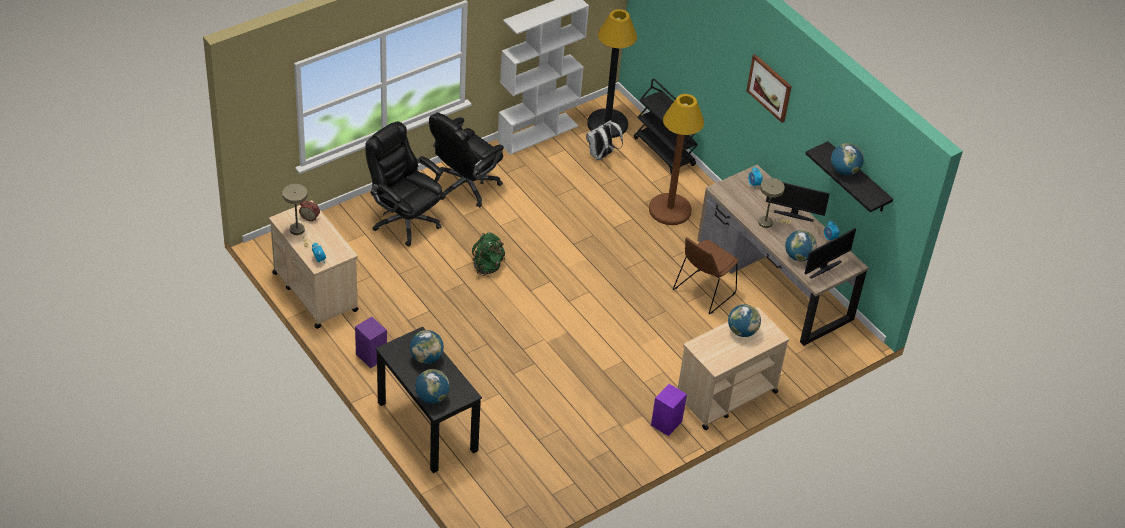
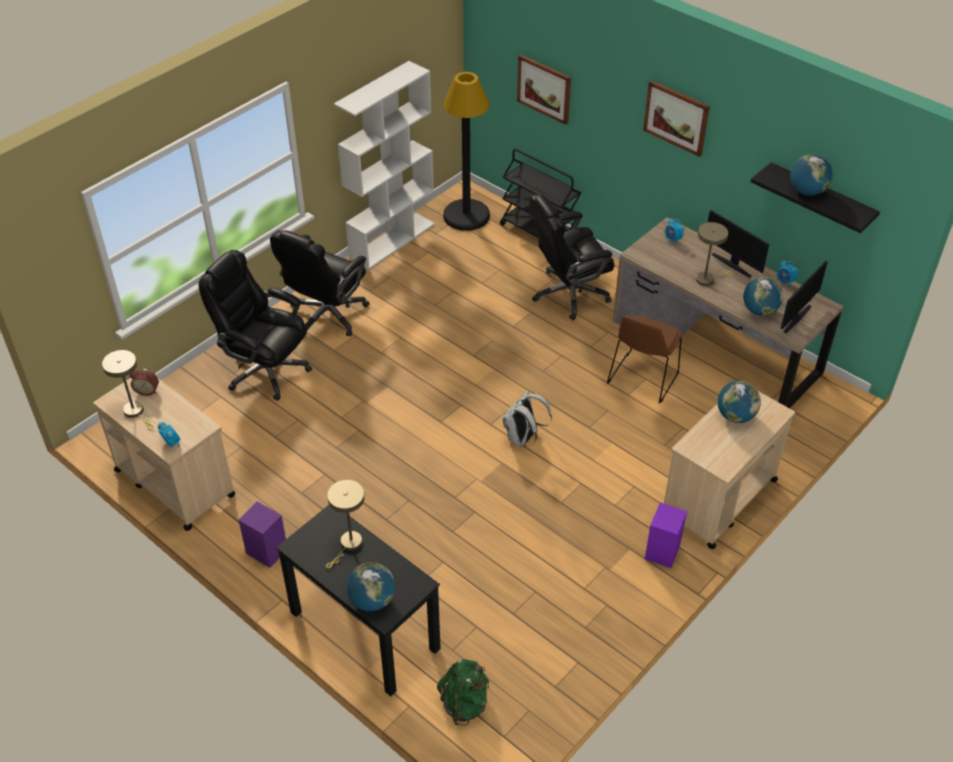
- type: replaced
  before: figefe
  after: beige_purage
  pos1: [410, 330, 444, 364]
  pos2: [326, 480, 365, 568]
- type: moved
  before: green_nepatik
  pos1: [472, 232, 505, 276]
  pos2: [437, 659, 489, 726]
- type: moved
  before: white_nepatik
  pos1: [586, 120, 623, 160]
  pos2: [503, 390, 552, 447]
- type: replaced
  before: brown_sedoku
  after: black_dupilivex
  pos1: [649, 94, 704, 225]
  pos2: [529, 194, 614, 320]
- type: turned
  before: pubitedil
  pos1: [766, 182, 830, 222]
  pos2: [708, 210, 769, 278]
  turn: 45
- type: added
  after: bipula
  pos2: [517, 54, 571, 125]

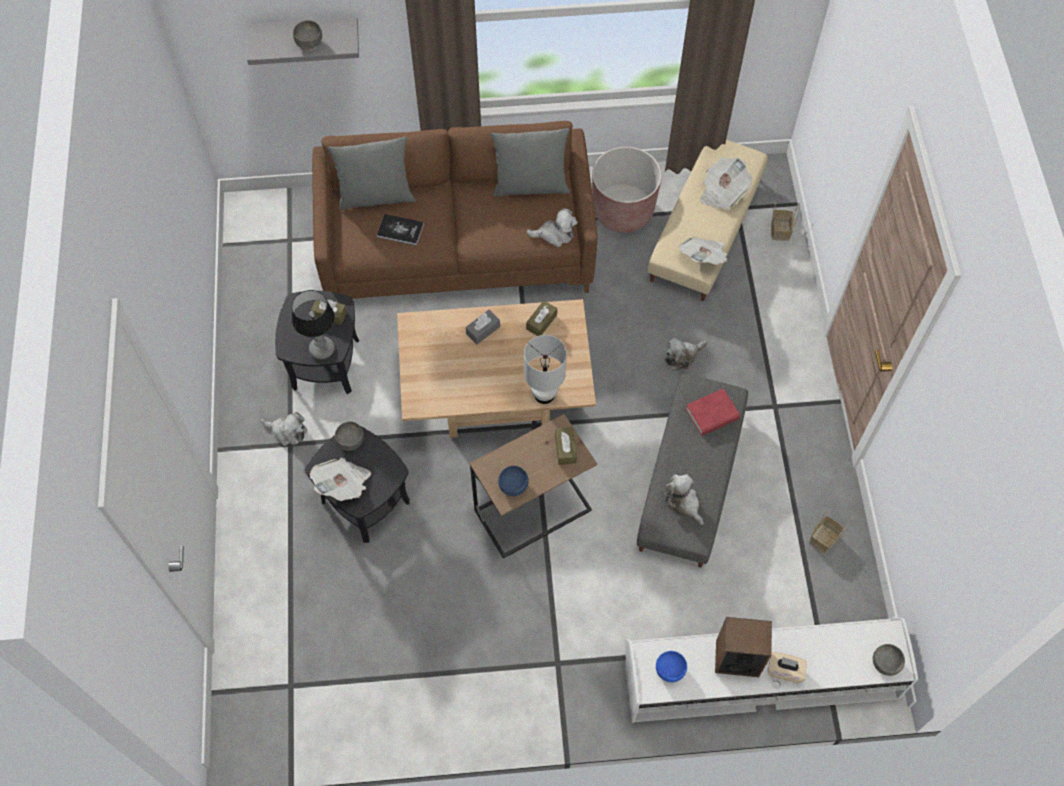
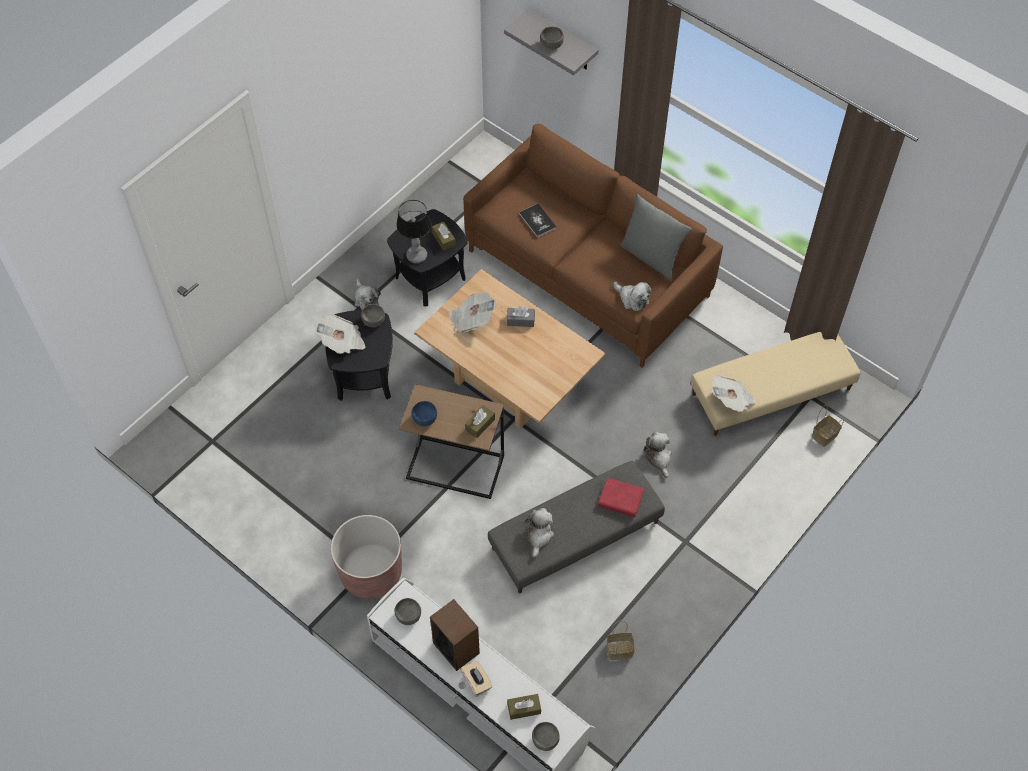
- type: removed
  before: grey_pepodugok
  pos1: [328, 137, 416, 210]
- type: removed
  before: white_purage
  pos1: [524, 335, 567, 404]
- type: moved
  before: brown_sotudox
  pos1: [526, 300, 557, 336]
  pos2: [507, 694, 541, 720]
- type: moved
  before: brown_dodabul
  pos1: [592, 147, 662, 233]
  pos2: [331, 515, 402, 599]
- type: recoloured
  before: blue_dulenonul
  after: grey_dulenonul
  pos1: [656, 651, 687, 682]
  pos2: [395, 598, 421, 625]
- type: turned
  before: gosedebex
  pos1: [665, 338, 707, 371]
  pos2: [643, 432, 672, 478]
  turn: 60
- type: moved
  before: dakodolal
  pos1: [700, 157, 752, 211]
  pos2: [449, 292, 496, 333]

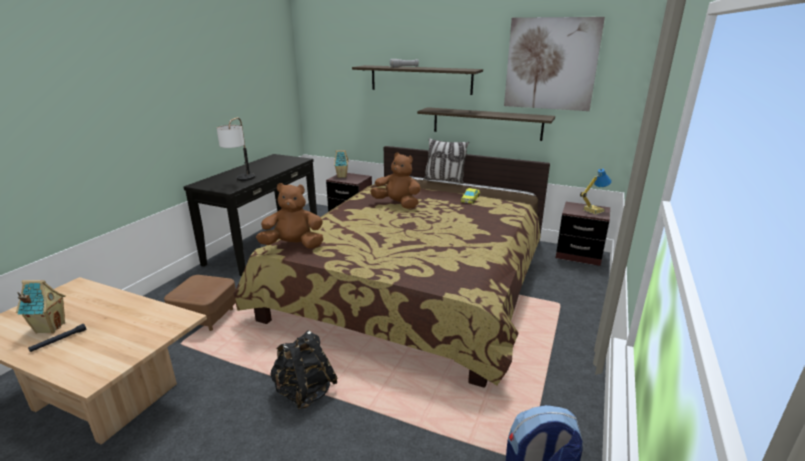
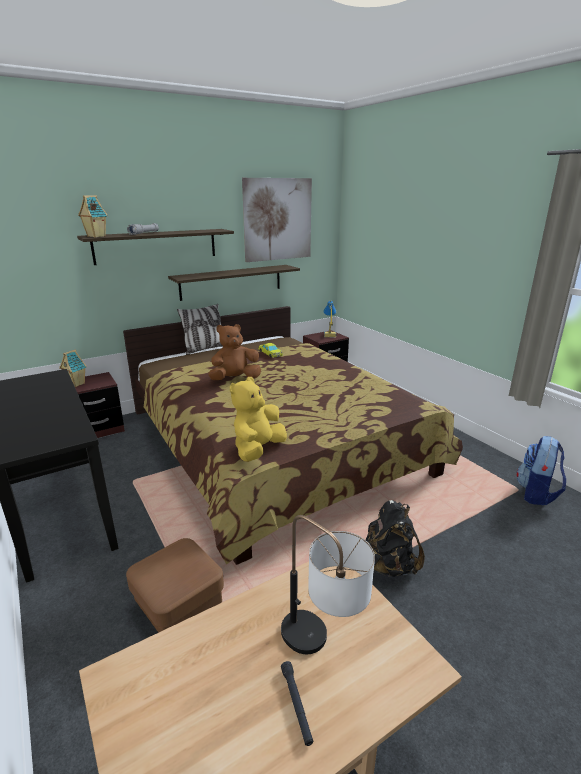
- type: moved
  before: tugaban
  pos1: [16, 280, 66, 334]
  pos2: [78, 195, 108, 237]
- type: moved
  before: purage
  pos1: [217, 117, 255, 181]
  pos2: [281, 515, 375, 654]
- type: recoloured
  before: brown_gosedebex
  after: yellow_gosedebex
  pos1: [256, 183, 324, 249]
  pos2: [230, 377, 287, 462]

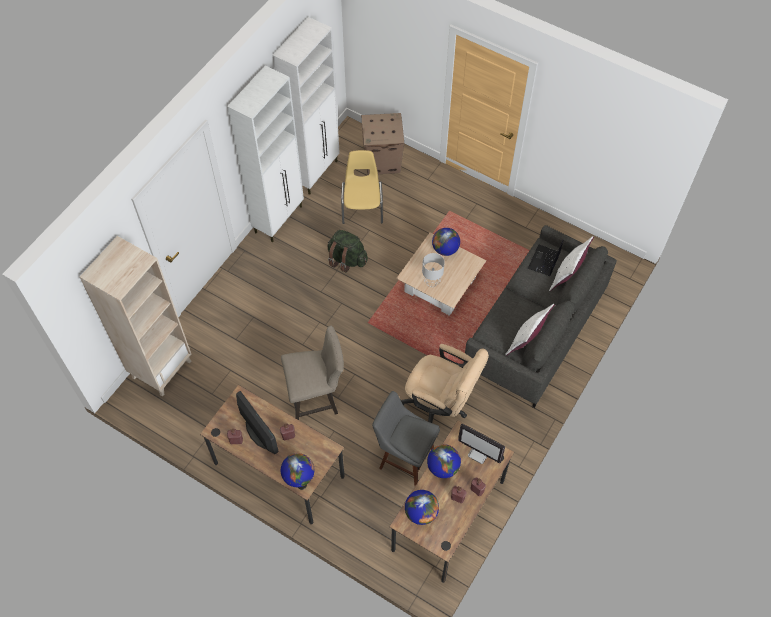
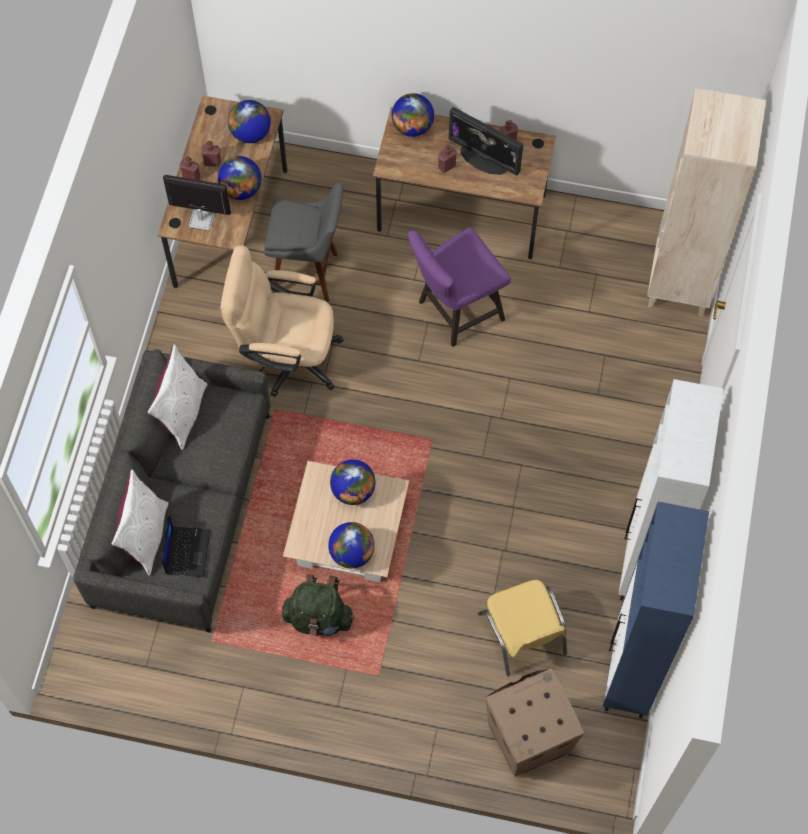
- type: recoloured
  before: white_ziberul
  after: blue_ziberul
  pos1: [272, 17, 340, 195]
  pos2: [603, 502, 709, 718]
- type: recoloured
  before: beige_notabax
  after: purple_notabax
  pos1: [281, 325, 344, 420]
  pos2: [408, 227, 511, 347]
- type: moved
  before: green_nepatik
  pos1: [328, 230, 368, 273]
  pos2: [282, 574, 355, 636]
- type: replaced
  before: grey_purage
  after: figefe
  pos1: [422, 253, 445, 287]
  pos2: [330, 459, 376, 505]

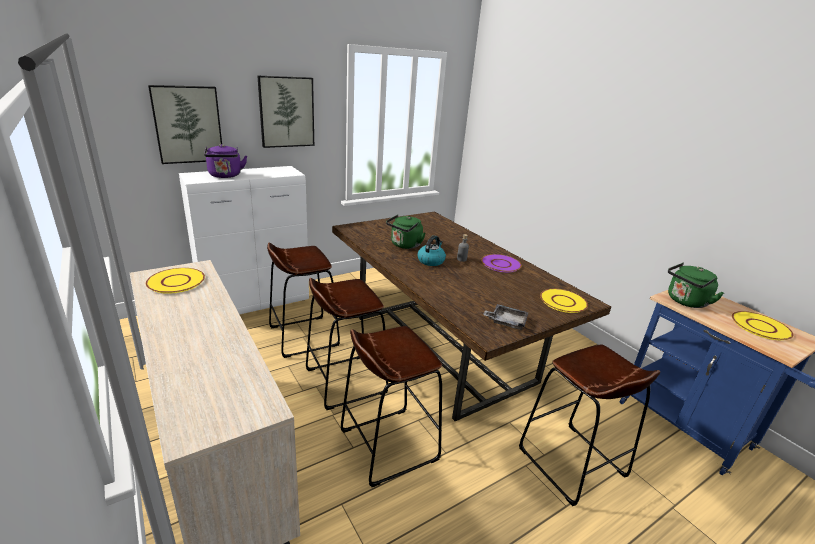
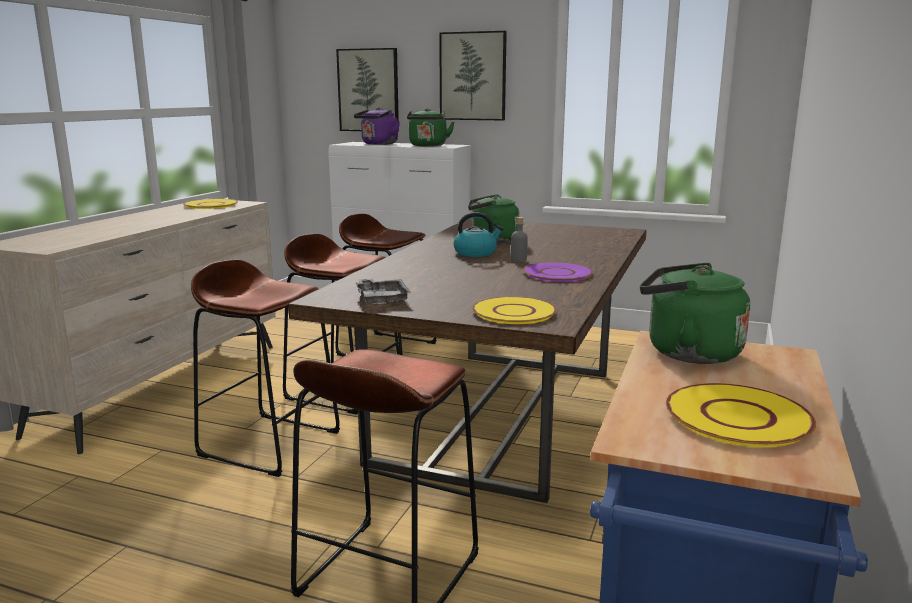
- type: added
  after: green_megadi
  pos2: [407, 108, 454, 147]

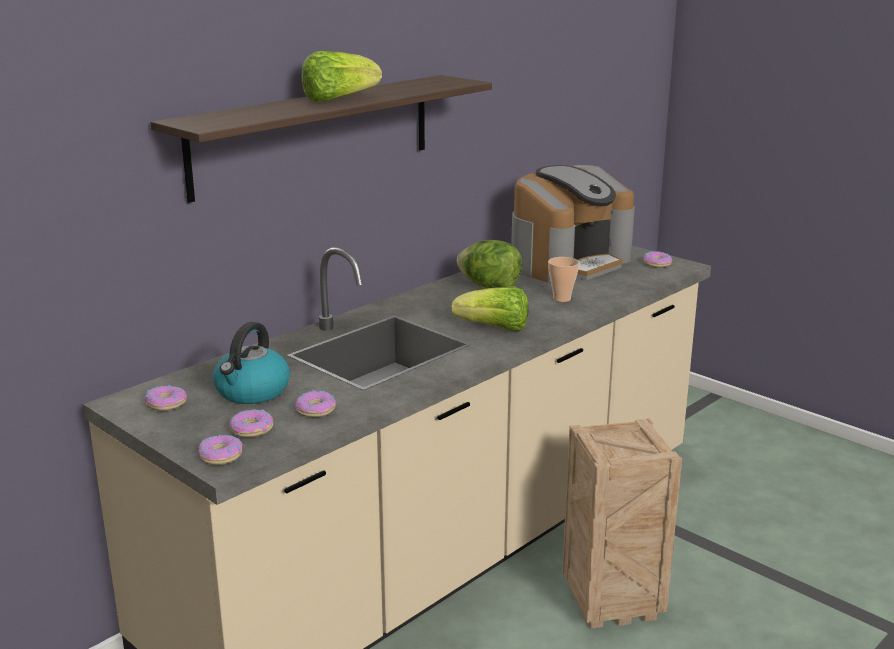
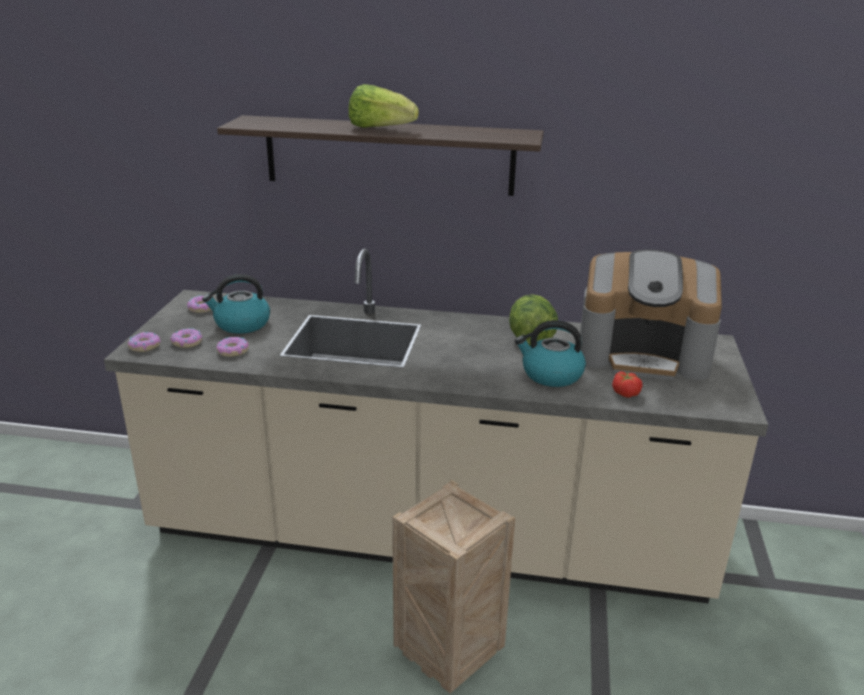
- type: removed
  before: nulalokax
  pos1: [451, 286, 529, 331]
- type: replaced
  before: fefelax
  after: megadi
  pos1: [548, 257, 579, 302]
  pos2: [515, 320, 586, 387]
- type: removed
  before: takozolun
  pos1: [644, 251, 672, 268]
- type: added
  after: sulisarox
  pos2: [612, 371, 642, 398]

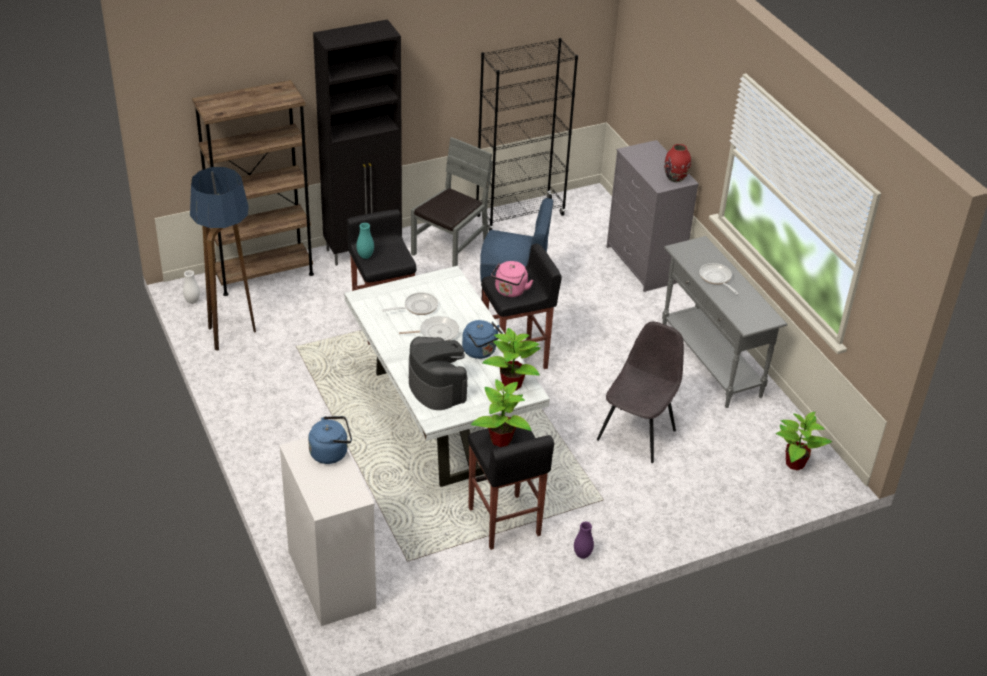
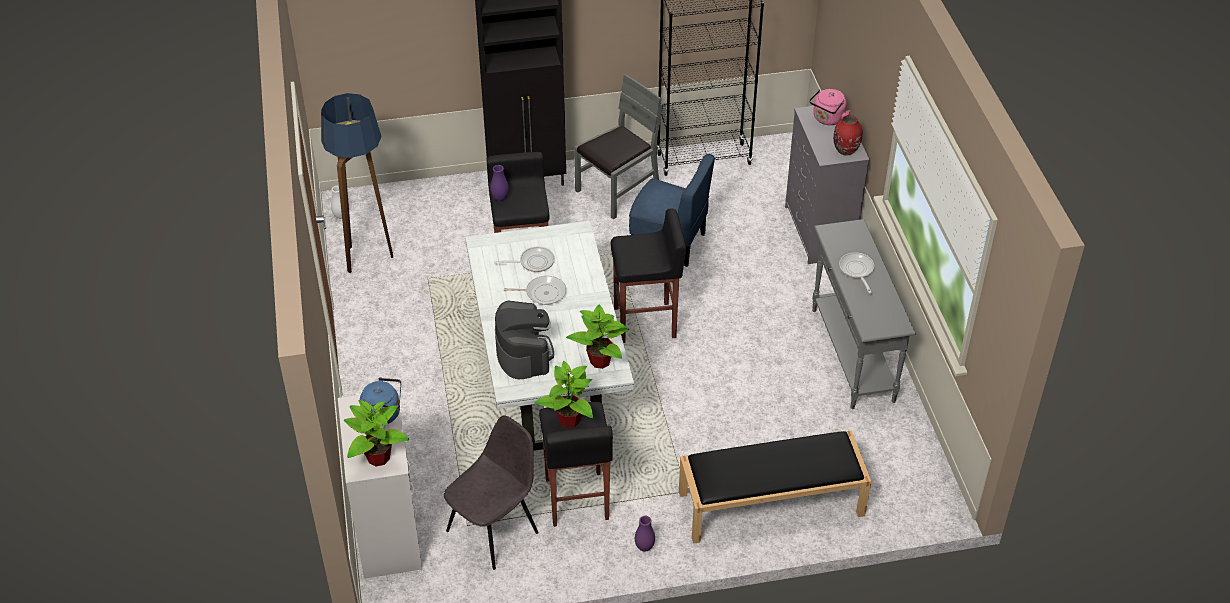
- type: removed
  before: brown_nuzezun
  pos1: [192, 80, 314, 296]
- type: recoloured
  before: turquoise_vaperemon
  after: purple_vaperemon
  pos1: [356, 223, 374, 259]
  pos2: [490, 165, 509, 201]
- type: removed
  before: blue_megadi
  pos1: [462, 320, 503, 359]
- type: moved
  before: pink_megadi
  pos1: [491, 261, 534, 297]
  pos2: [809, 89, 851, 125]
- type: moved
  before: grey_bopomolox
  pos1: [597, 322, 684, 463]
  pos2: [444, 415, 539, 570]
- type: moved
  before: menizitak
  pos1: [775, 412, 832, 471]
  pos2: [344, 400, 409, 466]
- type: added
  after: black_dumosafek
  pos2: [679, 430, 871, 544]

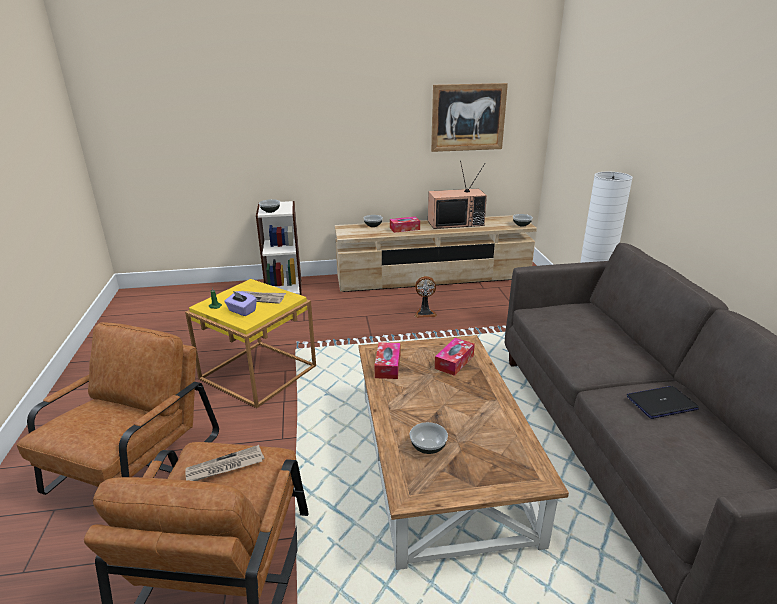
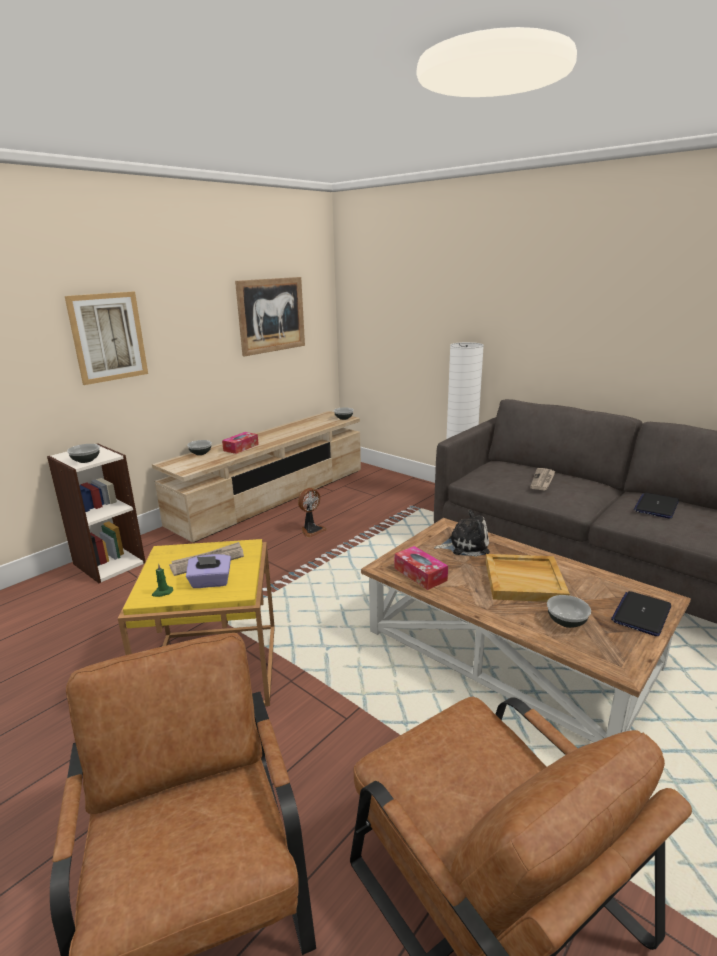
- type: moved
  before: dakodolal
  pos1: [185, 445, 265, 481]
  pos2: [530, 468, 556, 490]
- type: removed
  before: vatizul
  pos1: [428, 161, 487, 229]
- type: replaced
  before: sotudox
  after: gosedebex
  pos1: [435, 338, 475, 376]
  pos2: [434, 510, 490, 557]
- type: added
  after: bipula
  pos2: [65, 292, 148, 385]
- type: added
  after: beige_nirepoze
  pos2: [486, 554, 570, 602]
- type: added
  after: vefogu
  pos2: [611, 591, 671, 636]

